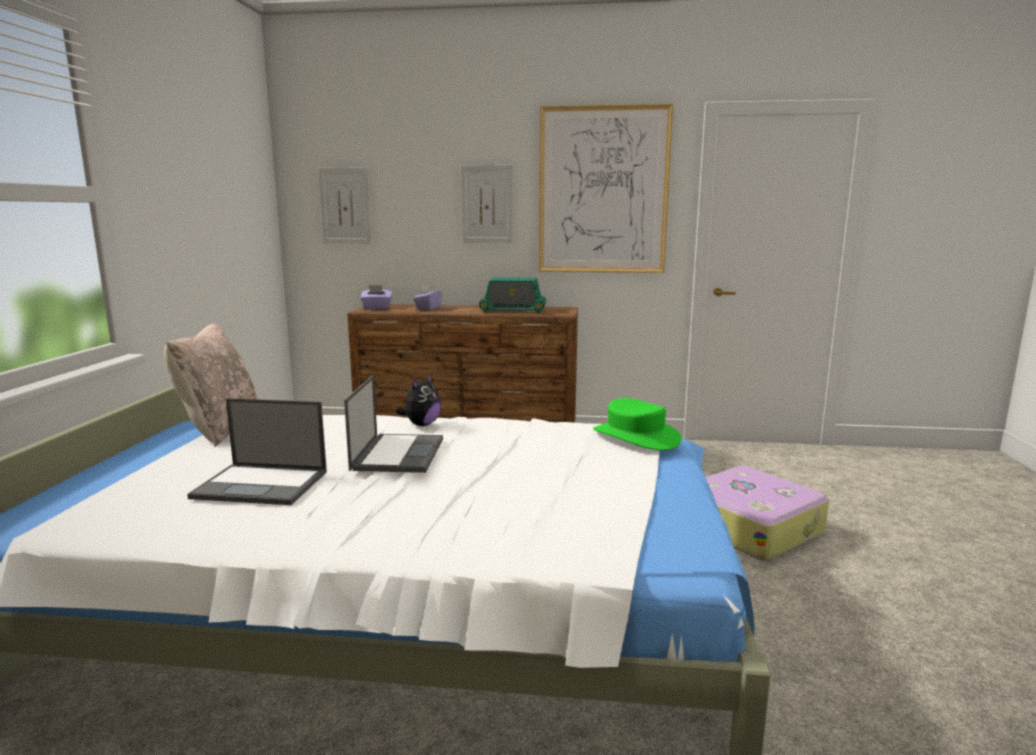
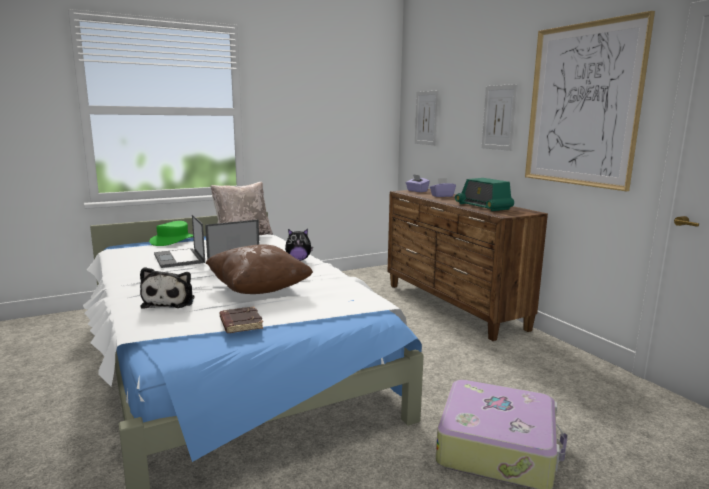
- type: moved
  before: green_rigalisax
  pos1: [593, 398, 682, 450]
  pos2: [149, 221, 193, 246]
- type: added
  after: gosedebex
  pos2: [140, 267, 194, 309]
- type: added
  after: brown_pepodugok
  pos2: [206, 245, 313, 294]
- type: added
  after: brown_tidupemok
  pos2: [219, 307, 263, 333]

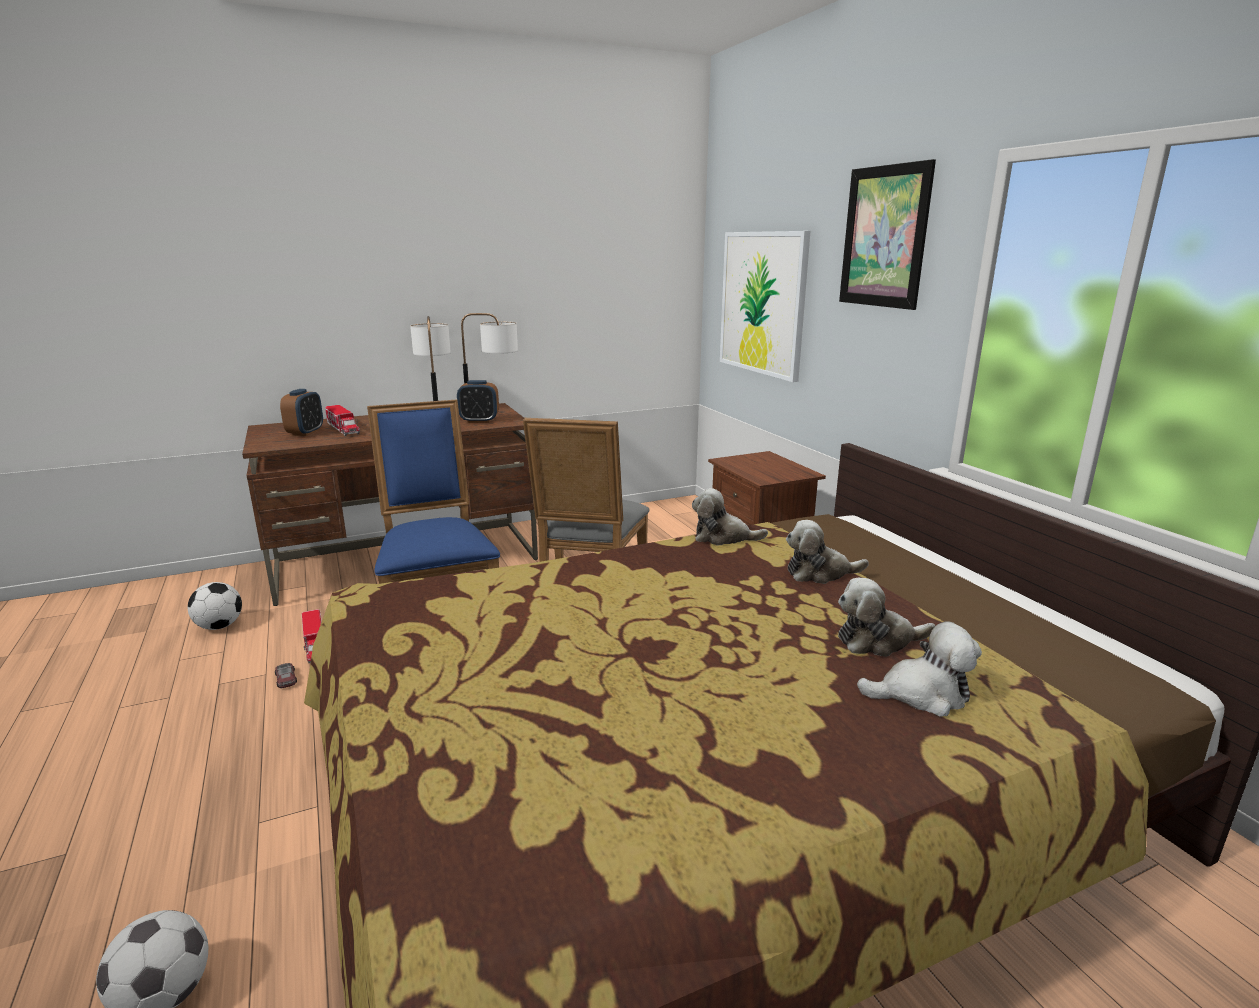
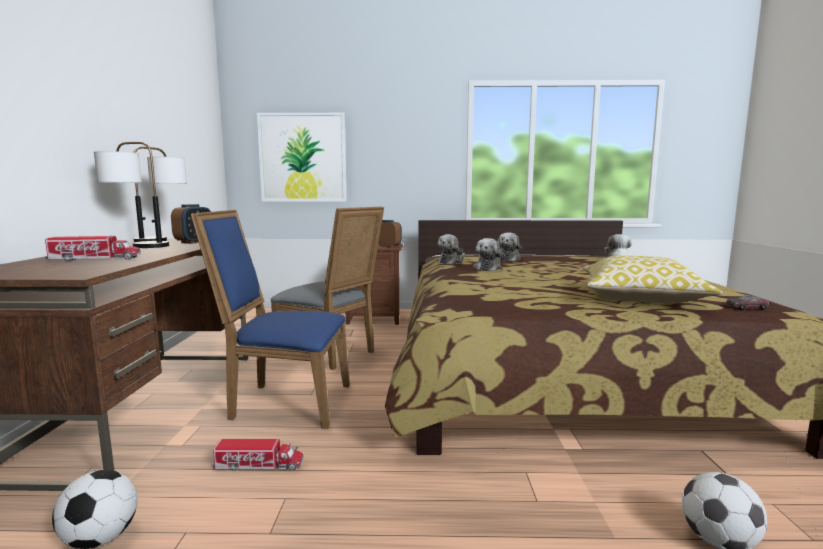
- type: moved
  before: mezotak
  pos1: [275, 663, 297, 688]
  pos2: [726, 295, 769, 310]
- type: moved
  before: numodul
  pos1: [280, 389, 323, 436]
  pos2: [378, 220, 402, 248]
- type: moved
  before: gosedebex
  pos1: [838, 577, 935, 657]
  pos2: [473, 238, 505, 271]
- type: removed
  before: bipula
  pos1: [839, 159, 936, 310]
- type: added
  after: pepodugok
  pos2: [582, 255, 723, 303]

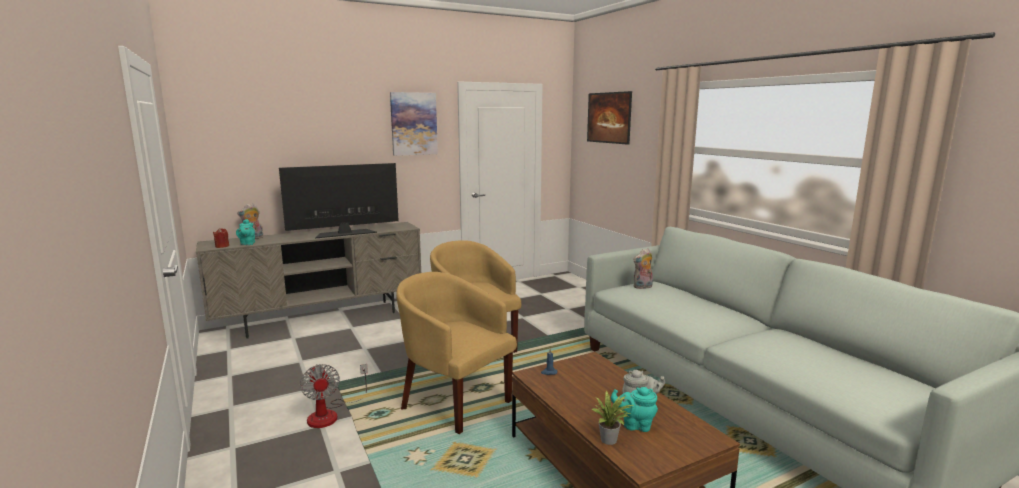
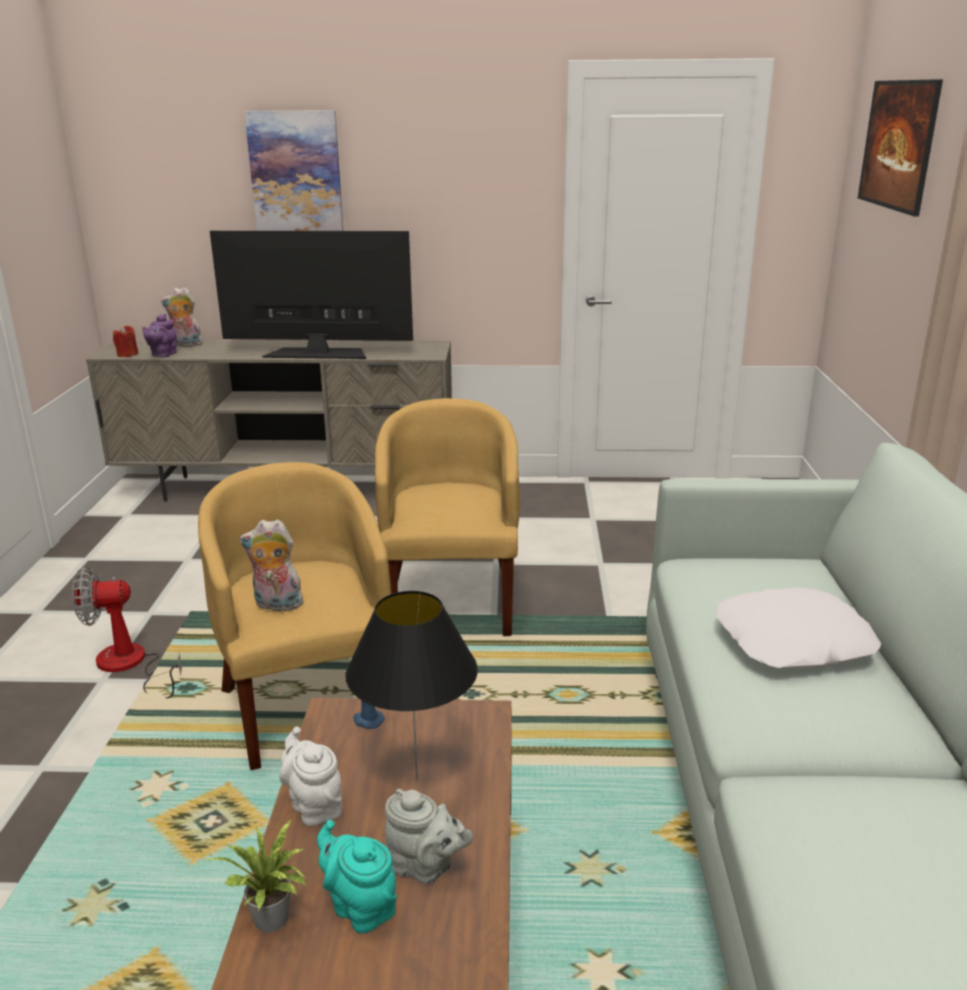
- type: recoloured
  before: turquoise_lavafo
  after: purple_lavafo
  pos1: [236, 219, 255, 245]
  pos2: [142, 314, 177, 358]
- type: turned
  before: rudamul
  pos1: [300, 364, 368, 428]
  pos2: [72, 567, 182, 698]
  turn: 75
- type: moved
  before: bipula
  pos1: [390, 92, 438, 156]
  pos2: [244, 110, 343, 231]
- type: moved
  before: gosedebex
  pos1: [633, 248, 653, 289]
  pos2: [239, 519, 306, 611]
- type: added
  after: white_lavafo
  pos2: [279, 726, 343, 826]
- type: added
  after: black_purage
  pos2: [345, 591, 478, 780]
- type: added
  after: white_pepodugok
  pos2: [716, 587, 881, 669]

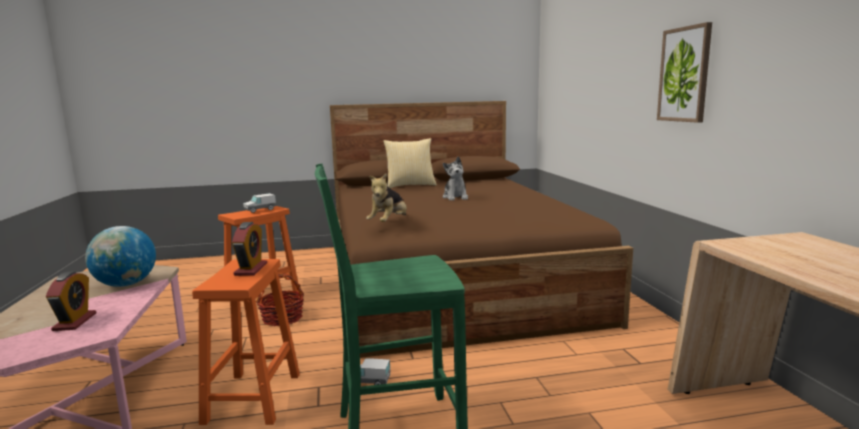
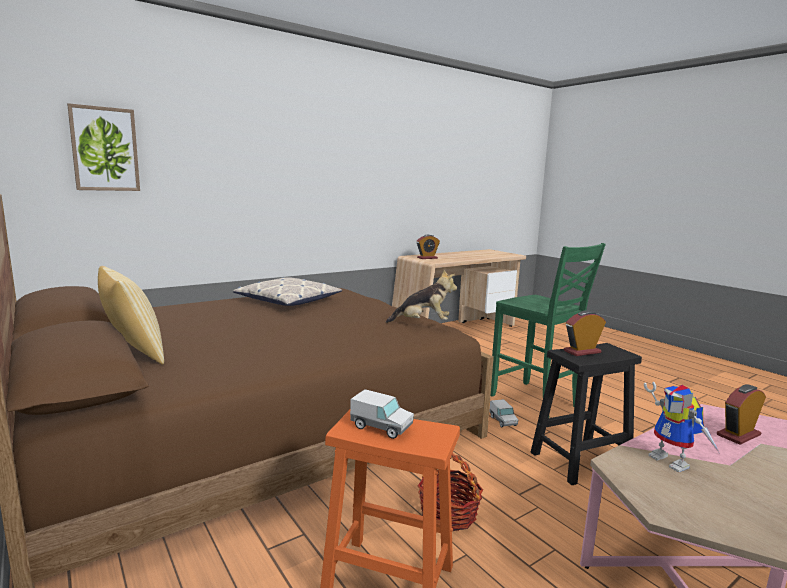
- type: replaced
  before: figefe
  after: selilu
  pos1: [85, 226, 156, 287]
  pos2: [644, 382, 721, 472]
- type: recoloured
  before: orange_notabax
  after: black_notabax
  pos1: [192, 259, 300, 425]
  pos2: [531, 343, 642, 485]
- type: removed
  before: gosedebex
  pos1: [443, 157, 468, 200]
- type: moved
  before: bipula
  pos1: [657, 22, 712, 123]
  pos2: [67, 103, 140, 191]
- type: added
  after: pepodugok
  pos2: [233, 277, 342, 306]
- type: added
  after: numodul
  pos2: [417, 235, 440, 259]

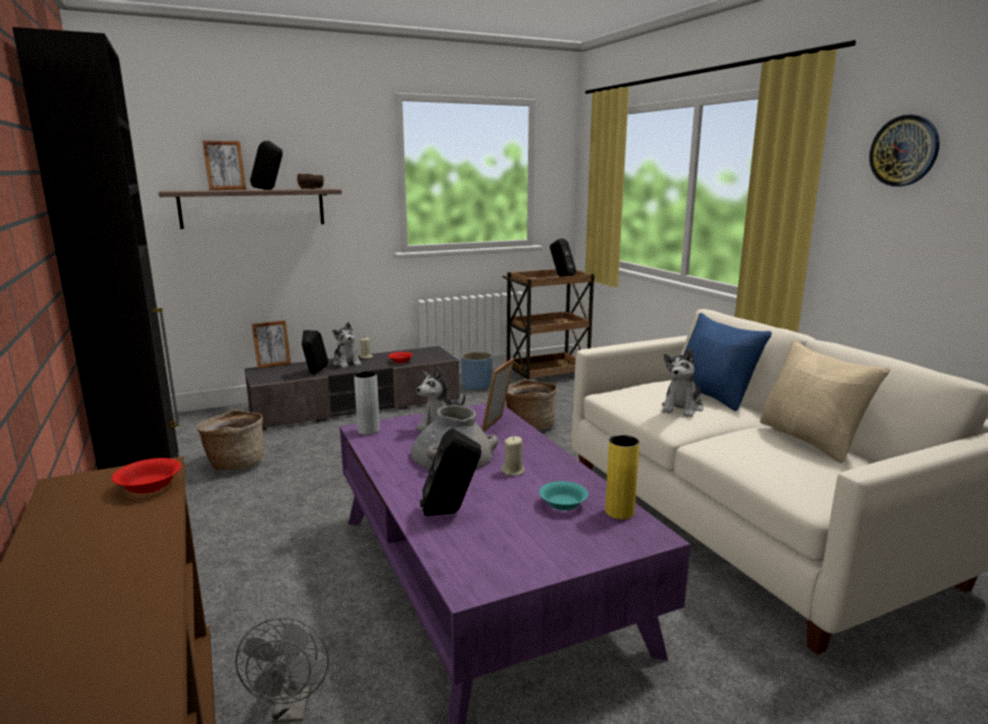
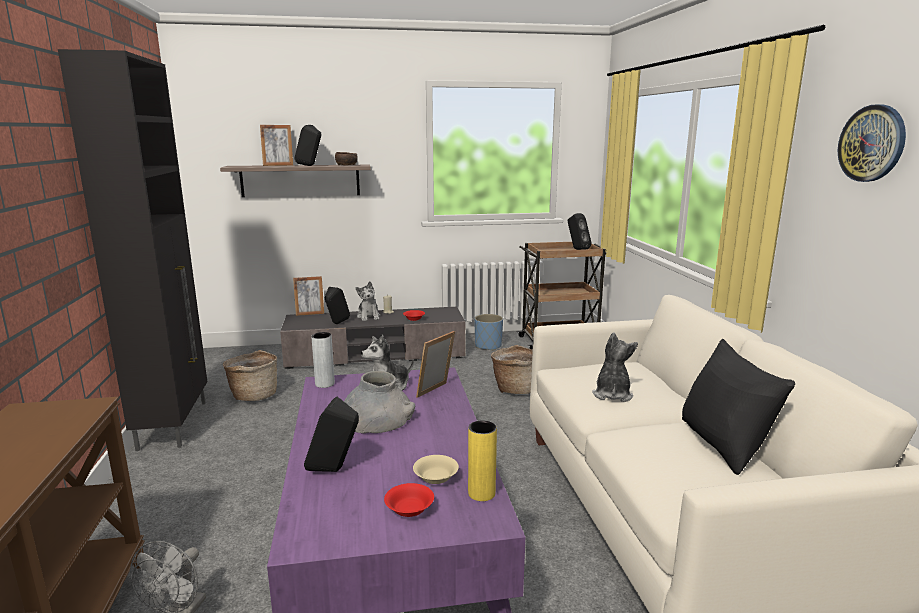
- type: moved
  before: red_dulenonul
  pos1: [112, 458, 181, 494]
  pos2: [384, 483, 434, 517]
- type: removed
  before: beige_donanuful
  pos1: [501, 436, 525, 476]
- type: recoloured
  before: turquoise_dulenonul
  after: beige_dulenonul
  pos1: [539, 481, 588, 511]
  pos2: [413, 455, 459, 484]
- type: turned
  before: gosedebex
  pos1: [662, 348, 704, 417]
  pos2: [592, 332, 638, 402]
  turn: 150
- type: removed
  before: blue_pepodugok
  pos1: [684, 313, 772, 411]
- type: recoloured
  before: beige_pepodugok
  after: black_pepodugok
  pos1: [760, 340, 890, 463]
  pos2: [682, 339, 795, 475]

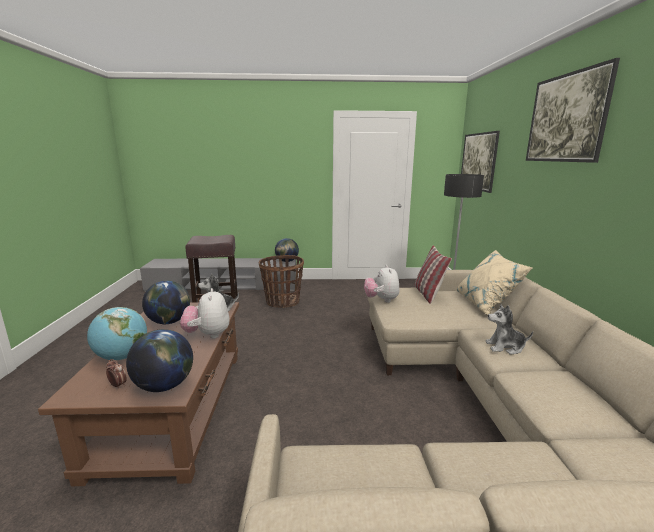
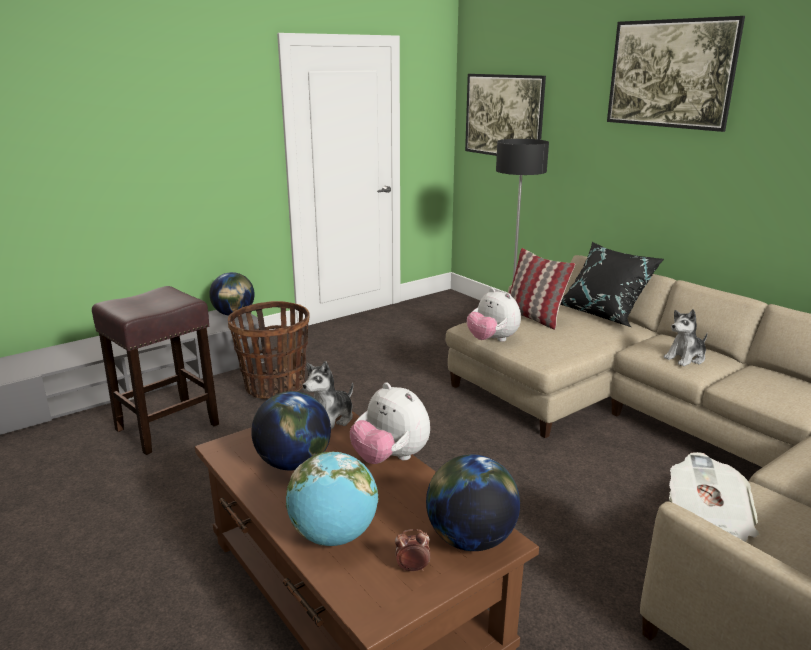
- type: recoloured
  before: beige_pepodugok
  after: black_pepodugok
  pos1: [456, 250, 532, 315]
  pos2: [560, 242, 664, 327]
- type: added
  after: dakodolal
  pos2: [669, 452, 759, 542]

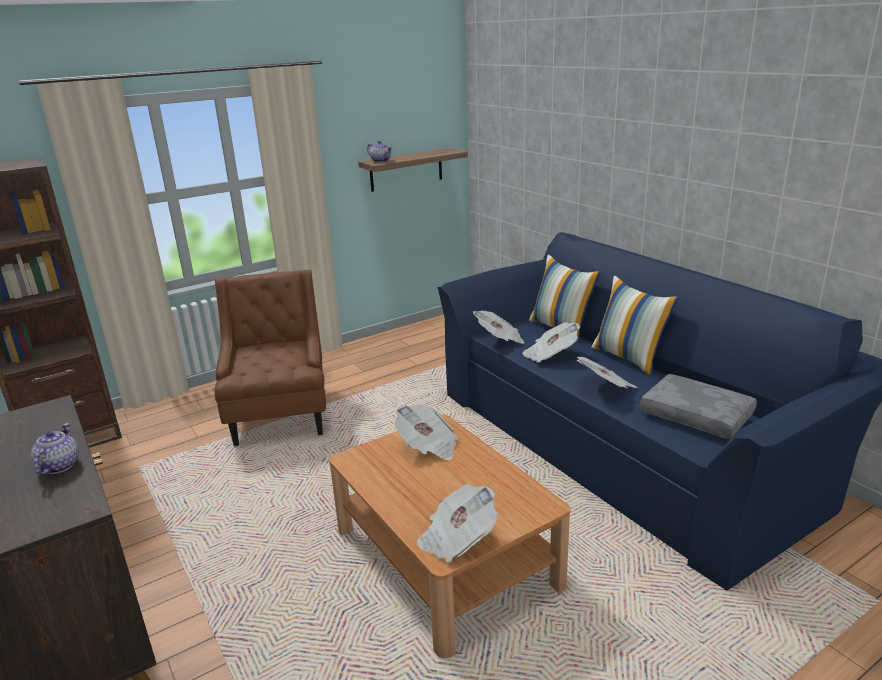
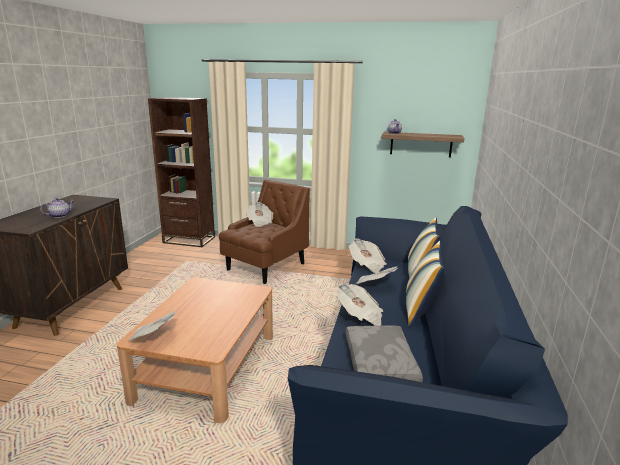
- type: moved
  before: dakodolal
  pos1: [394, 405, 458, 460]
  pos2: [246, 202, 273, 227]

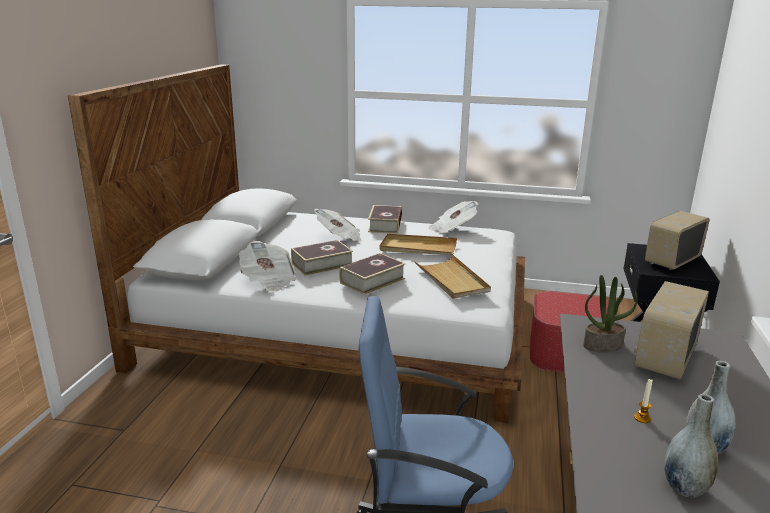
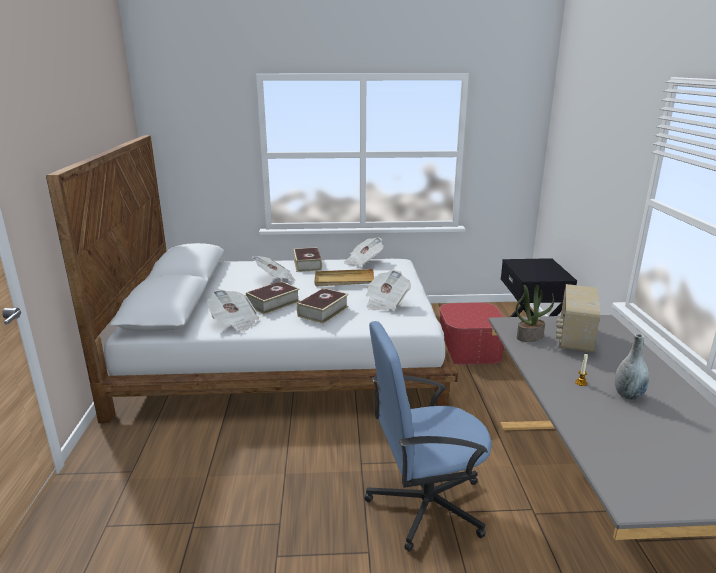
- type: replaced
  before: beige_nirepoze
  after: dakodolal
  pos1: [414, 255, 491, 299]
  pos2: [366, 270, 411, 310]
- type: removed
  before: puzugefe
  pos1: [645, 211, 710, 270]
- type: removed
  before: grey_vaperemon
  pos1: [664, 394, 718, 497]

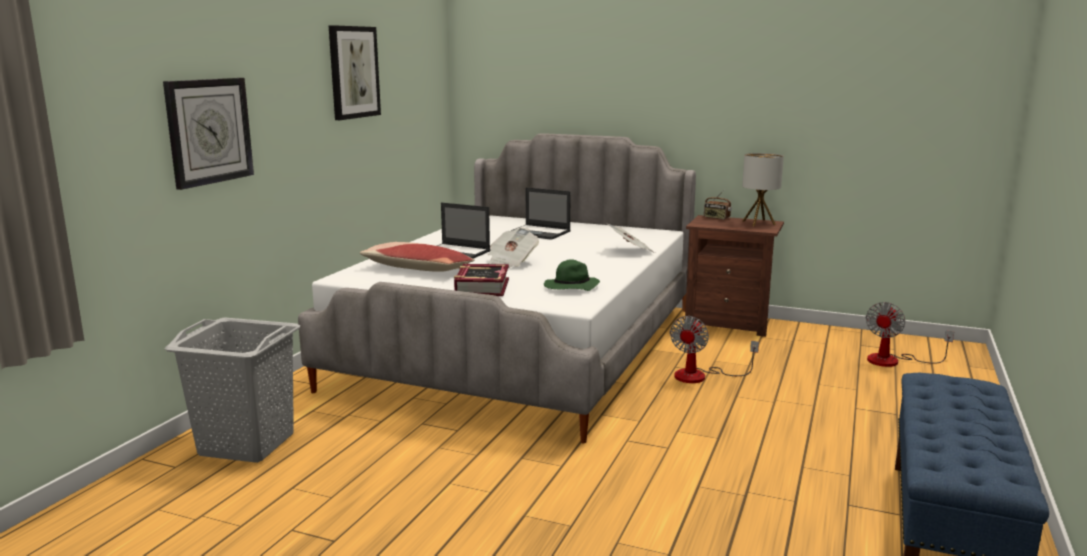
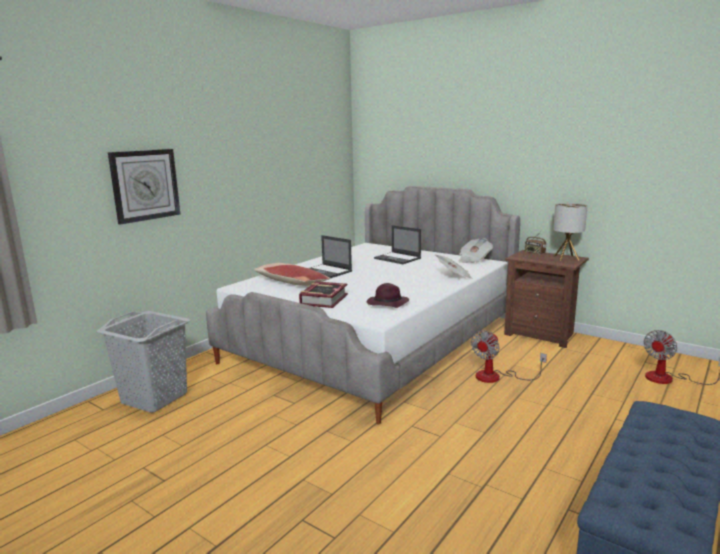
- type: removed
  before: bipula
  pos1: [328, 25, 381, 120]
- type: moved
  before: dakodolal
  pos1: [488, 228, 539, 268]
  pos2: [458, 238, 493, 263]
- type: recoloured
  before: green_rigalisax
  after: purple_rigalisax
  pos1: [544, 259, 600, 291]
  pos2: [367, 283, 409, 308]

